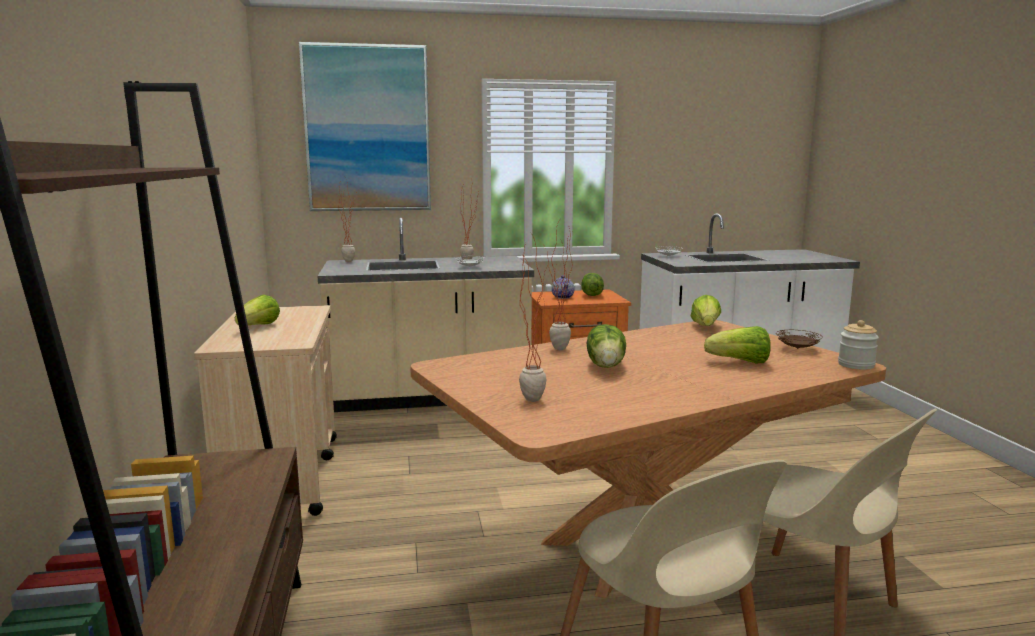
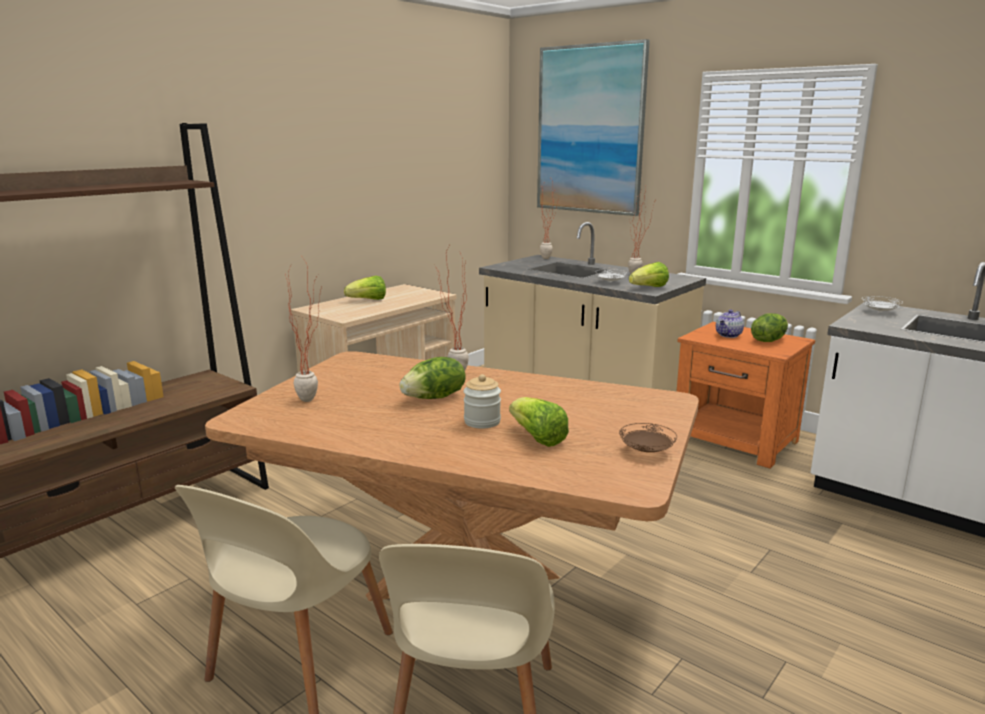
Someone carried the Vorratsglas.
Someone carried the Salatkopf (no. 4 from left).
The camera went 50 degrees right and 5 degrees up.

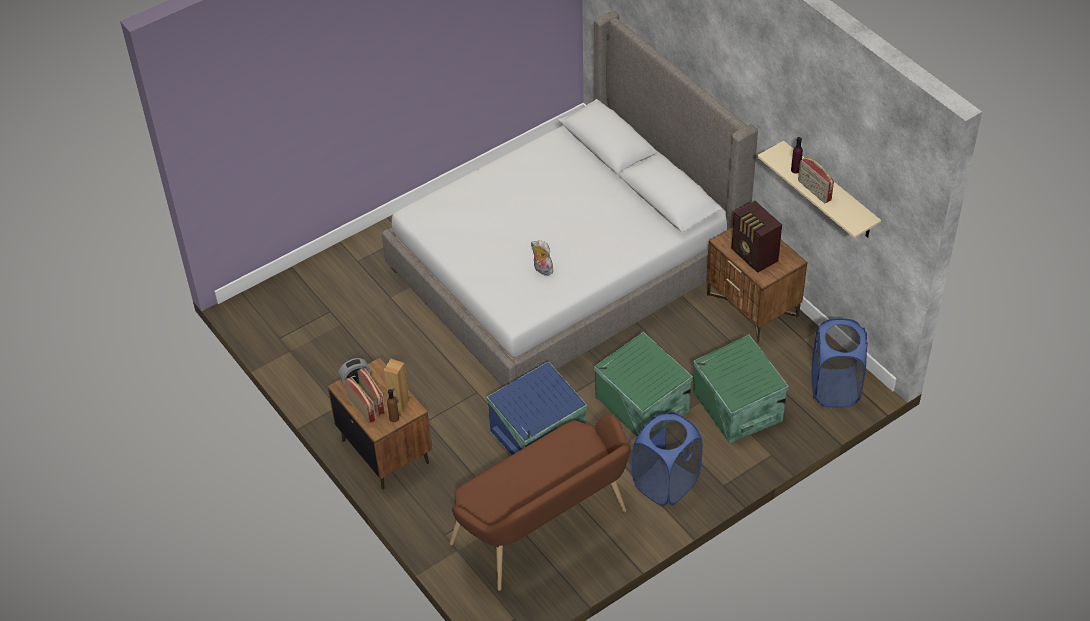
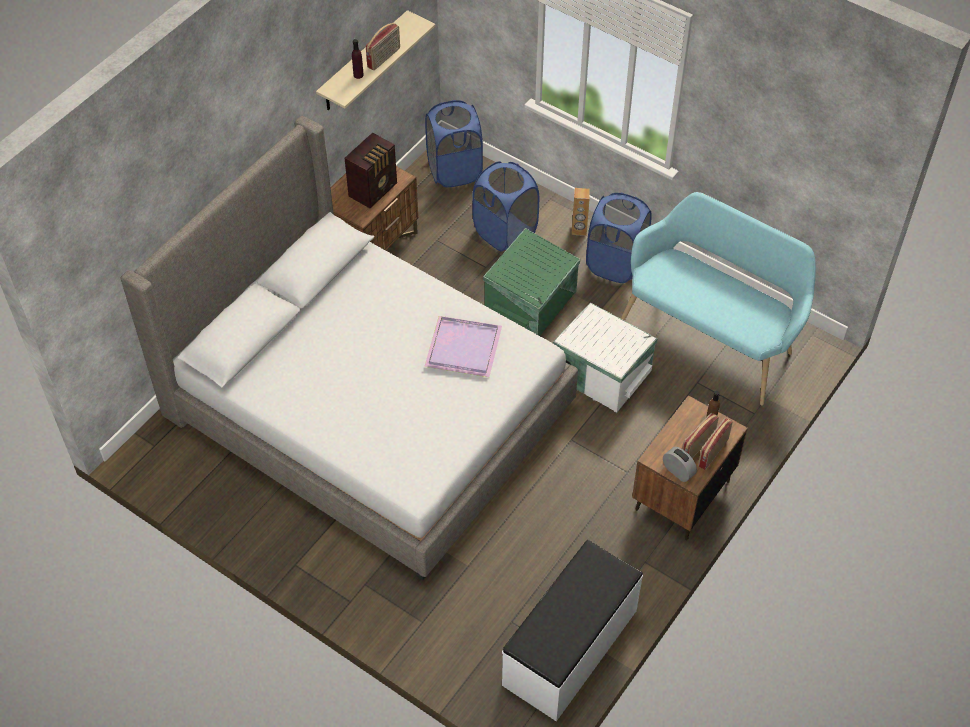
Someone swapped the Plüschtier for the Tablett/lila.
Someone swapped the Aufbewahrungsbox/grün (no. 2 from left) for the Wäschekorb/blau (no. 2 from left).
Someone put down the Bank/weiß.
Someone repainted the Aufbewahrungsbox/blau, which became the Aufbewahrungsbox/weiß.
Someone carried the Lautsprecher/braun.
Someone repainted the Bank/braun, which became the Bank/türkis.
The camera went 110 degrees left and 5 degrees up.

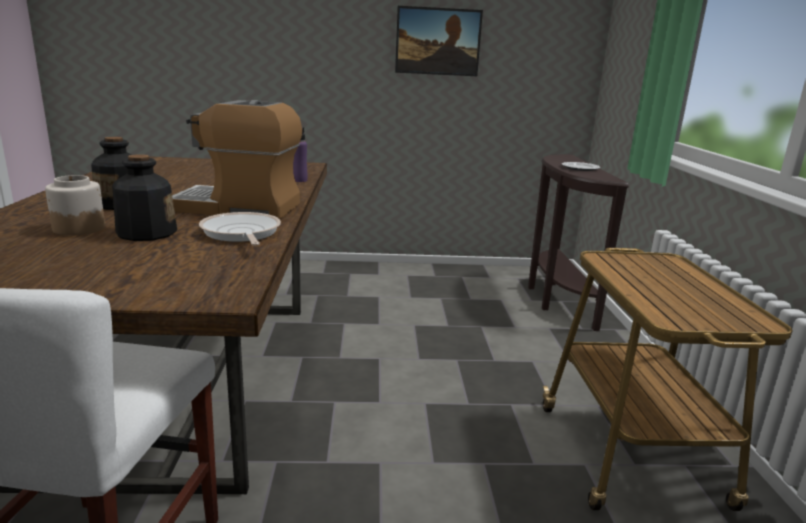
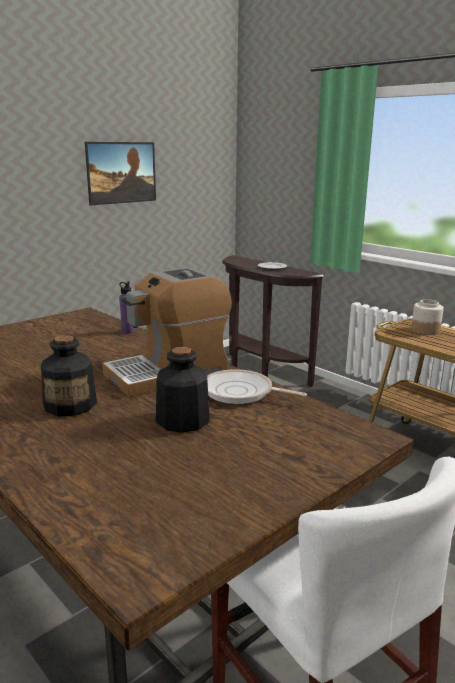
Someone carried the Vorratsglas.
The camera went 40 degrees left and 0 degrees up.

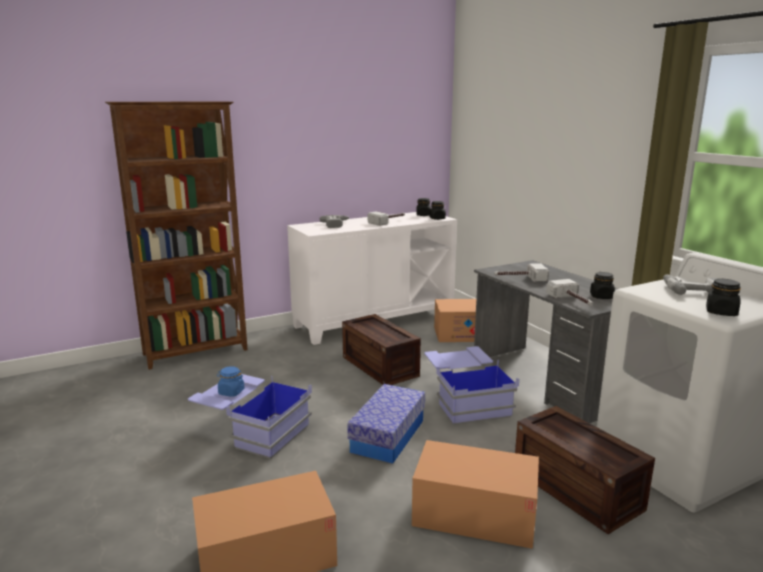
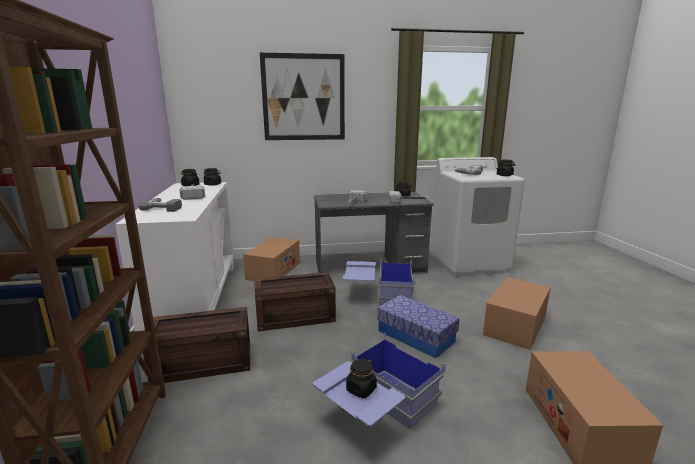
Someone carried the Kiste (no. 2 from left in the first image).
Someone put up the Bild.
Someone repainted the Vorratsglas/blau, which became the Vorratsglas/schwarz (no. 3 from left).
The camera went 70 degrees left and 0 degrees up.

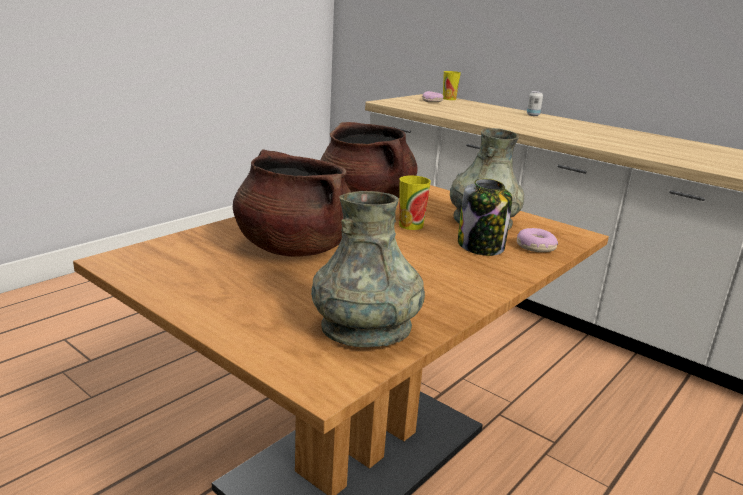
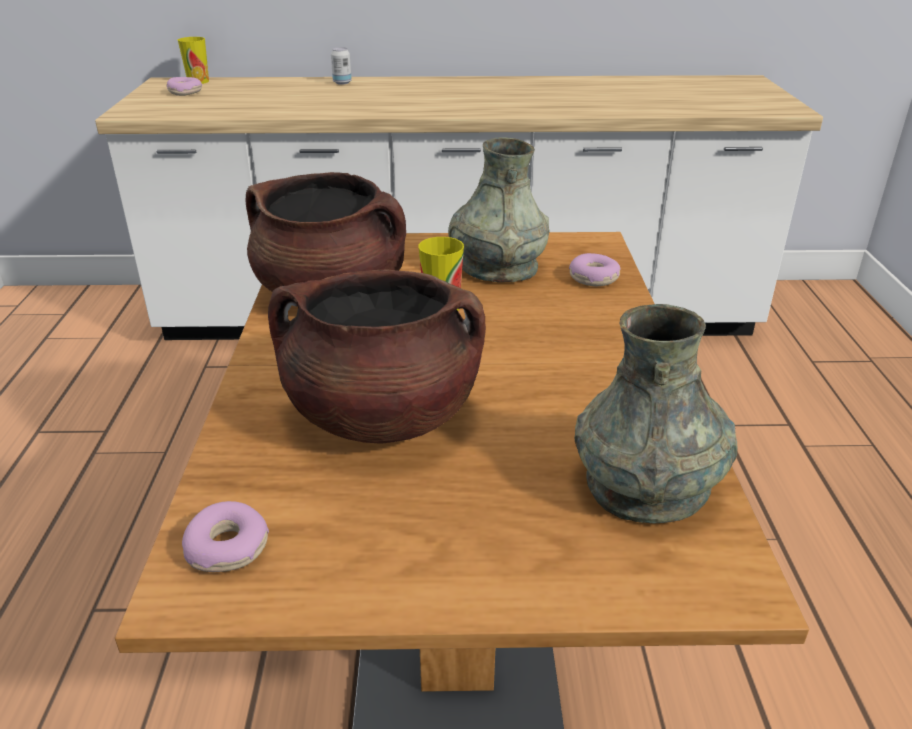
Someone put down the Donut (no. 2 from left).
Someone took away the Vorratsglas.
The camera went 40 degrees left and 10 degrees up.

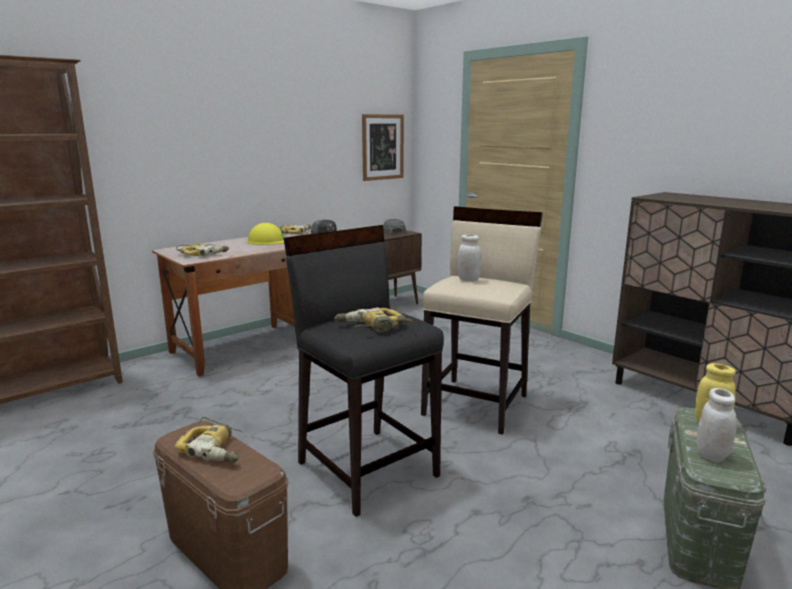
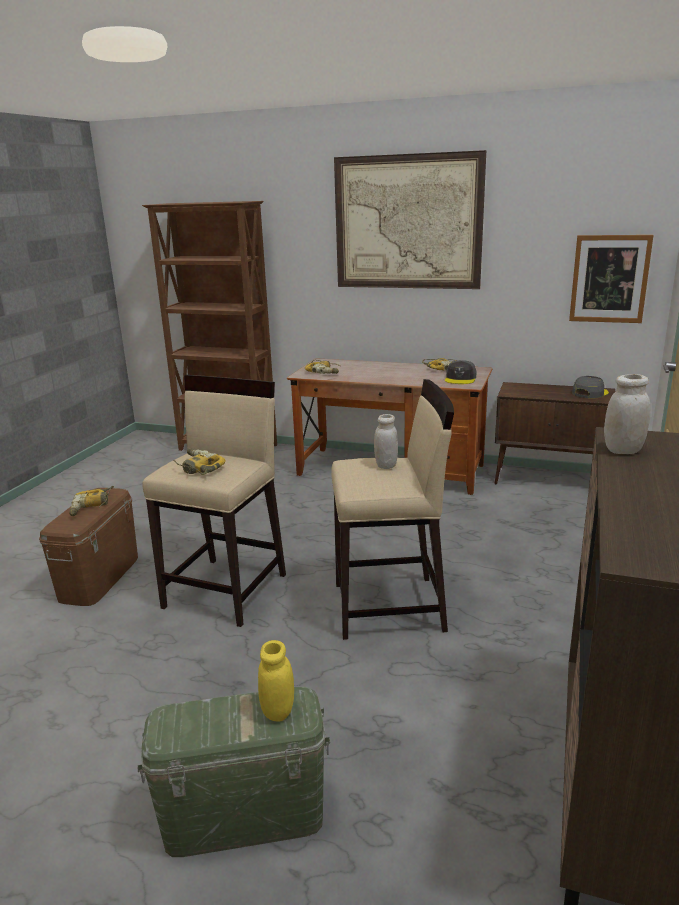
Someone repainted the Hocker/schwarz, which became the Hocker/beige (no. 1 from left).
Someone put up the Bild (no. 1 from left).
Someone carried the Vorratsglas/weiß (no. 2 from left).
Someone took away the Schutzhelm/gelb.
The camera went 60 degrees right and 5 degrees up.

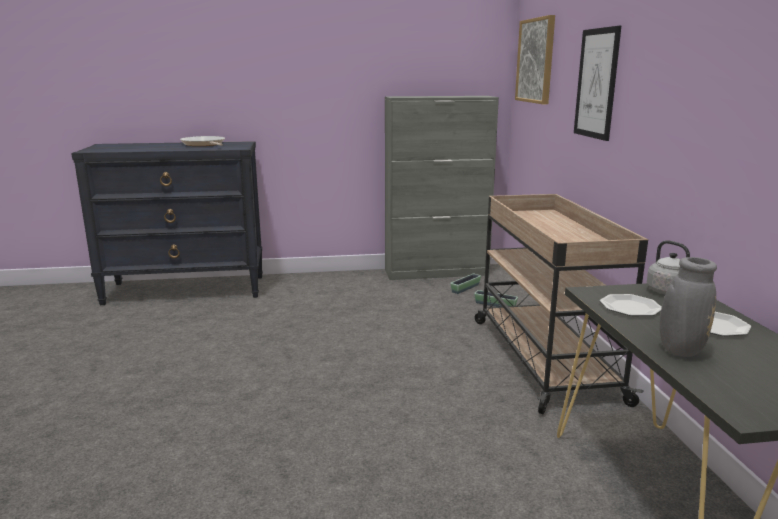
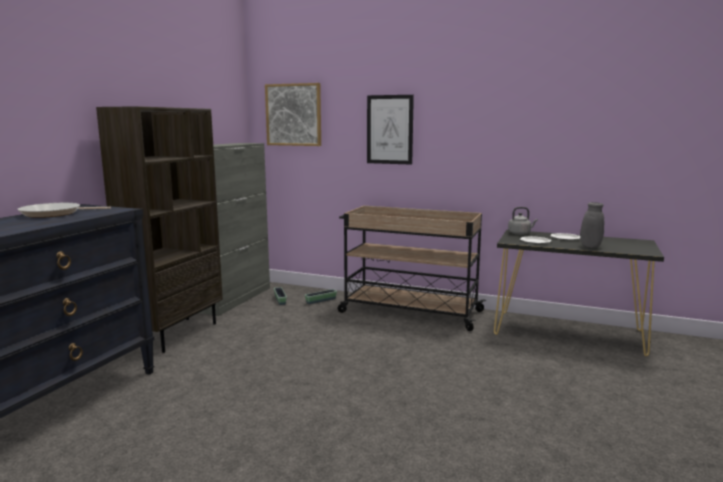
Someone put down the Bücherregal/braun.
The camera went 60 degrees left and 5 degrees down.

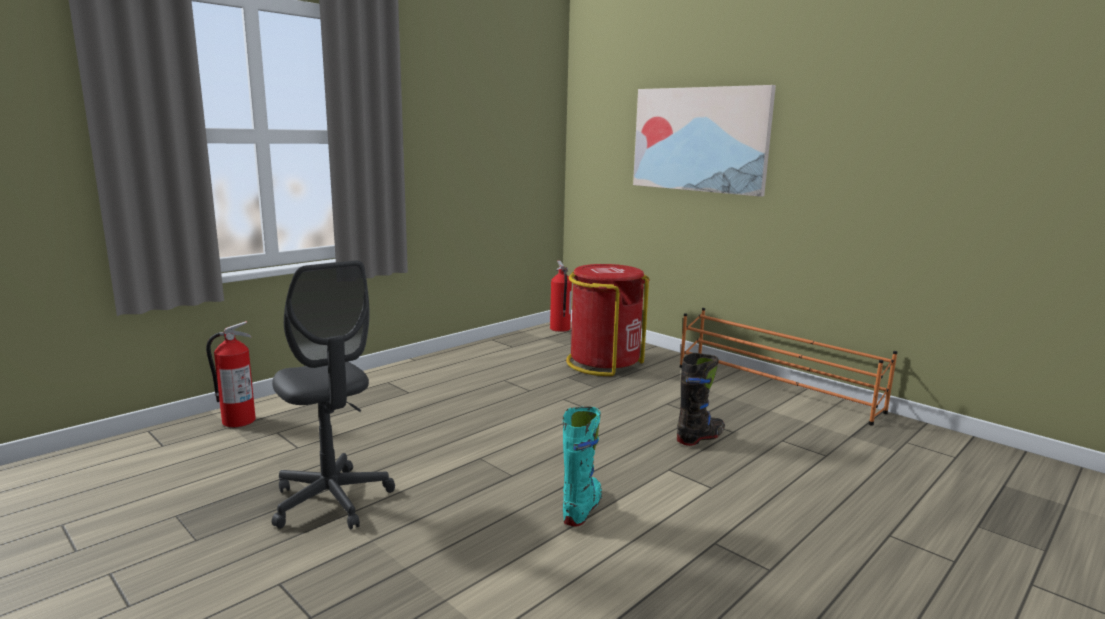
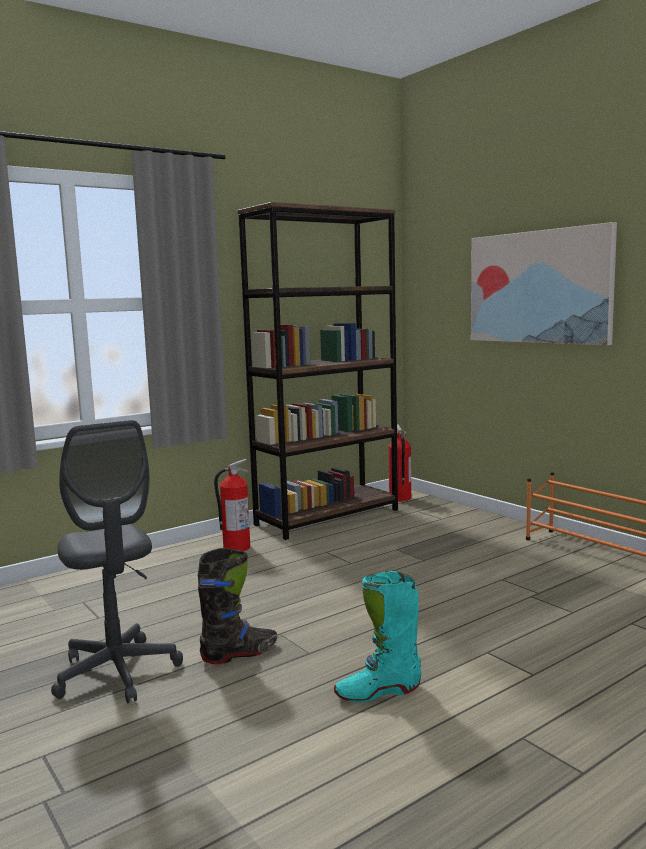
Someone carried the Stiefel/schwarz.
Someone carried the Feuerlöscher (no. 1 from left).
Someone put down the Bücherregal/braun.
Someone rotated the Stiefel/türkis by 135 degrees counterclockwise.
Someone took away the Mülleimer/rot.
The camera went 10 degrees right and 5 degrees down.

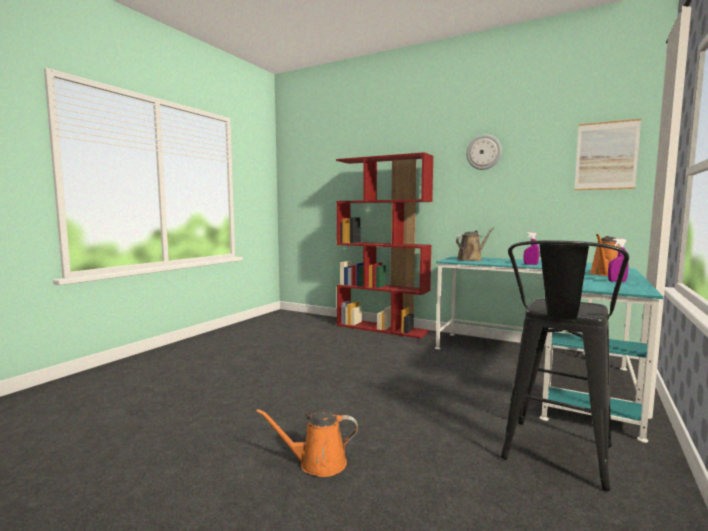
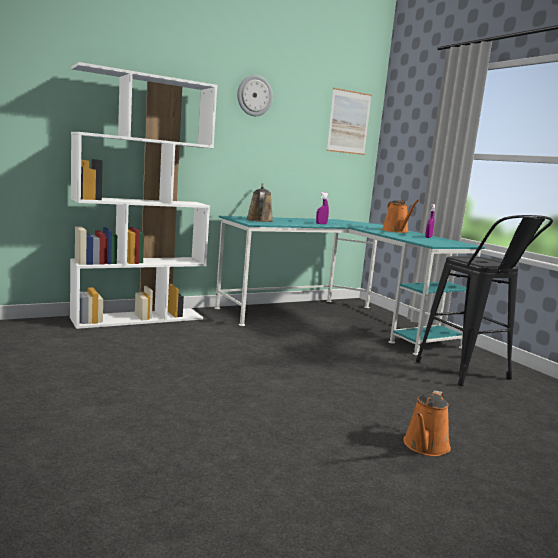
Someone repainted the Bücherregal/rot, which became the Bücherregal/weiß.
The camera went 60 degrees left and 5 degrees up.

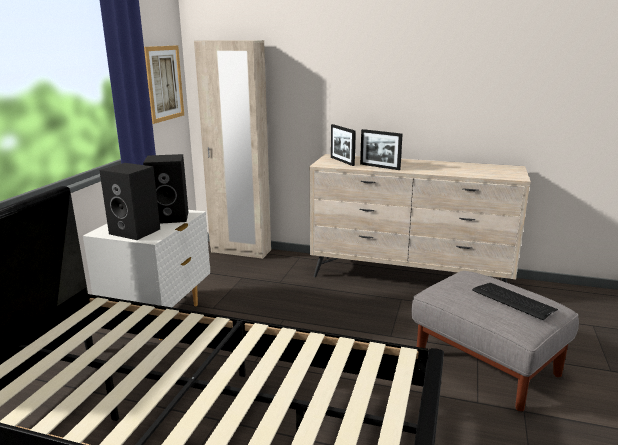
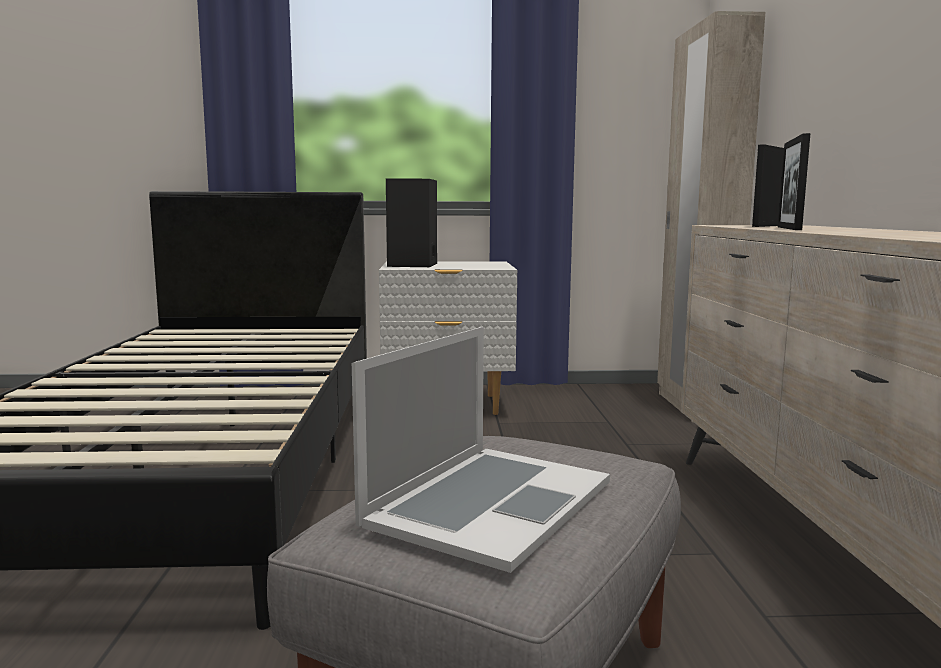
Someone swapped the Tastatur for the Laptop.
Someone took away the Lautsprecher/schwarz (no. 2 from left).
Someone took away the Bild.
The camera went 70 degrees right and 10 degrees down.

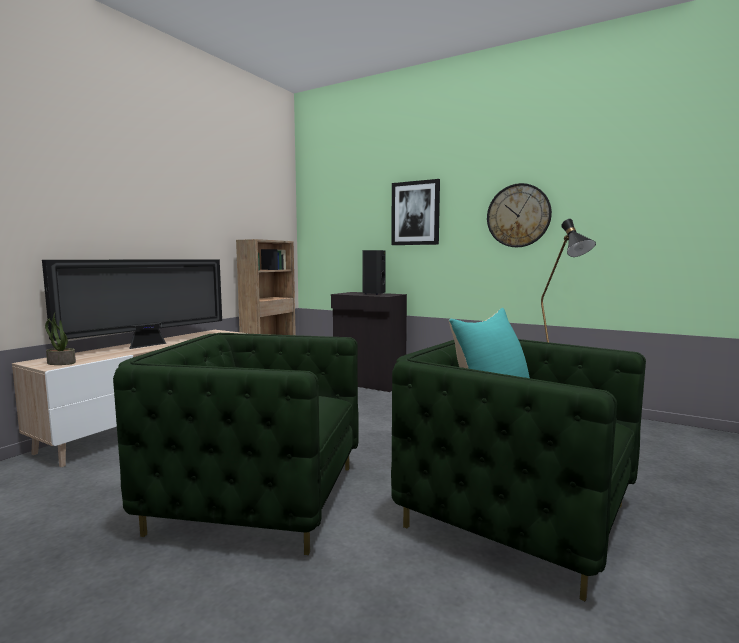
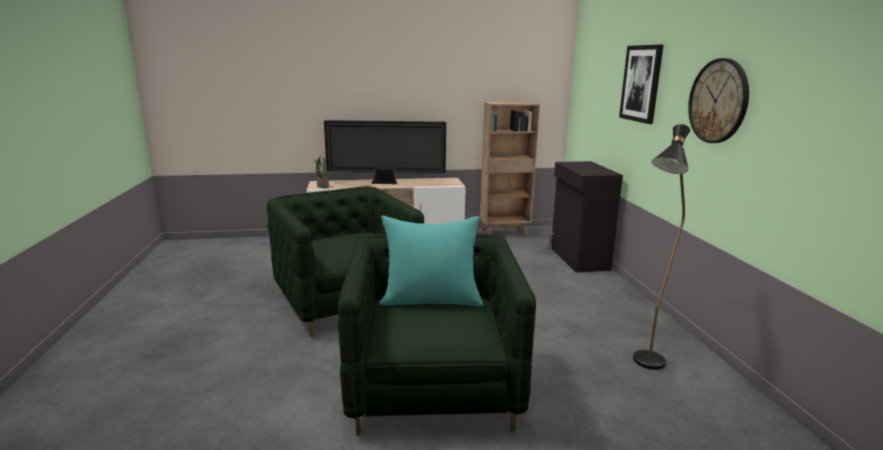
Someone took away the Lautsprecher/schwarz.
The camera went 50 degrees right and 10 degrees up.

